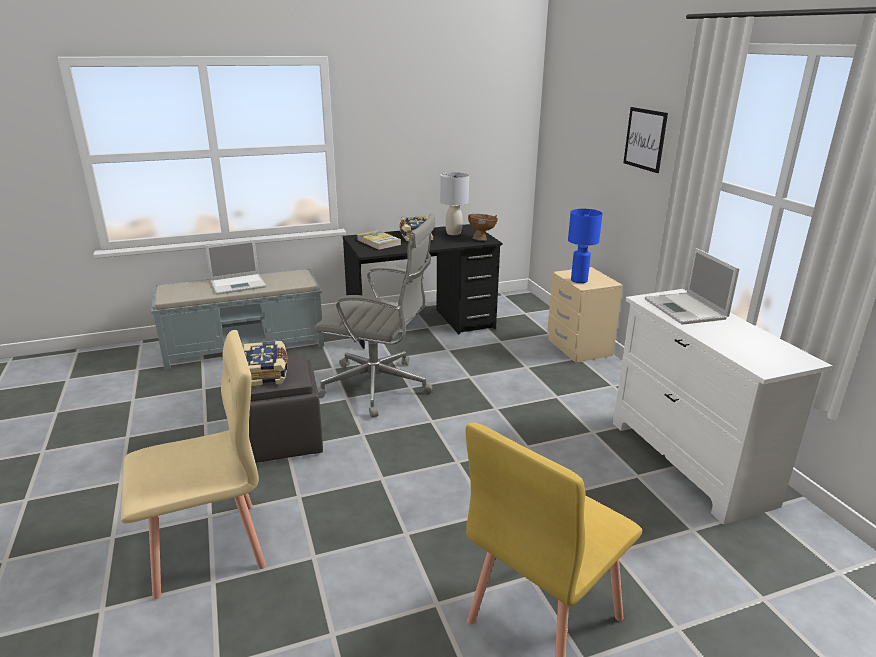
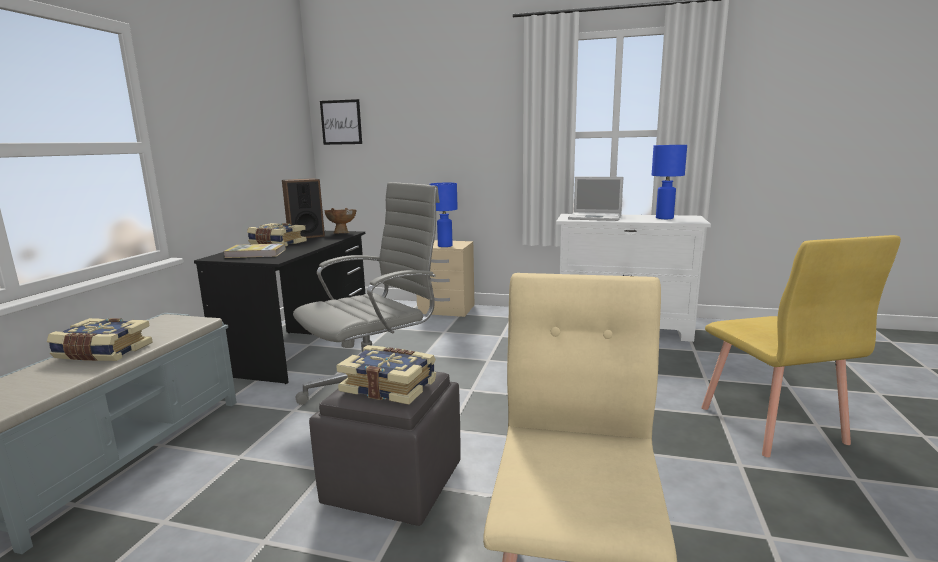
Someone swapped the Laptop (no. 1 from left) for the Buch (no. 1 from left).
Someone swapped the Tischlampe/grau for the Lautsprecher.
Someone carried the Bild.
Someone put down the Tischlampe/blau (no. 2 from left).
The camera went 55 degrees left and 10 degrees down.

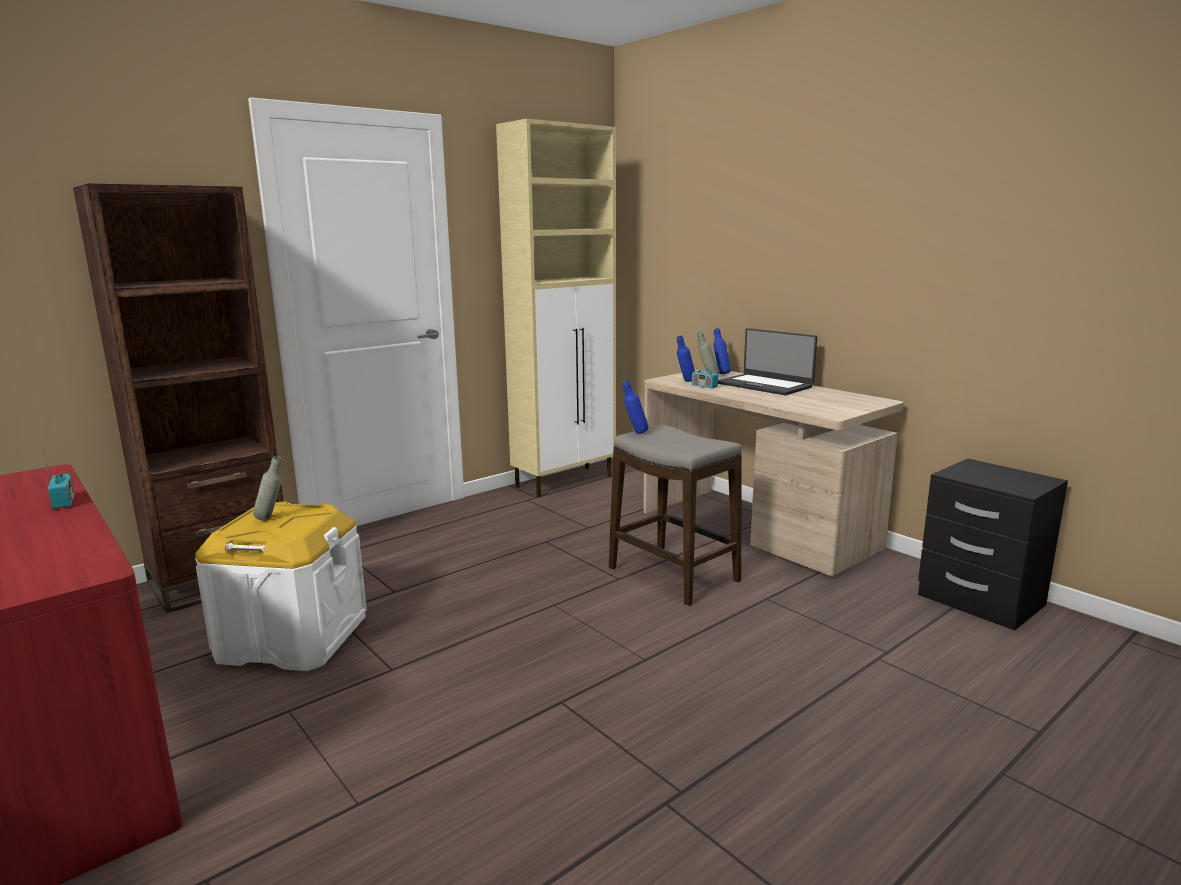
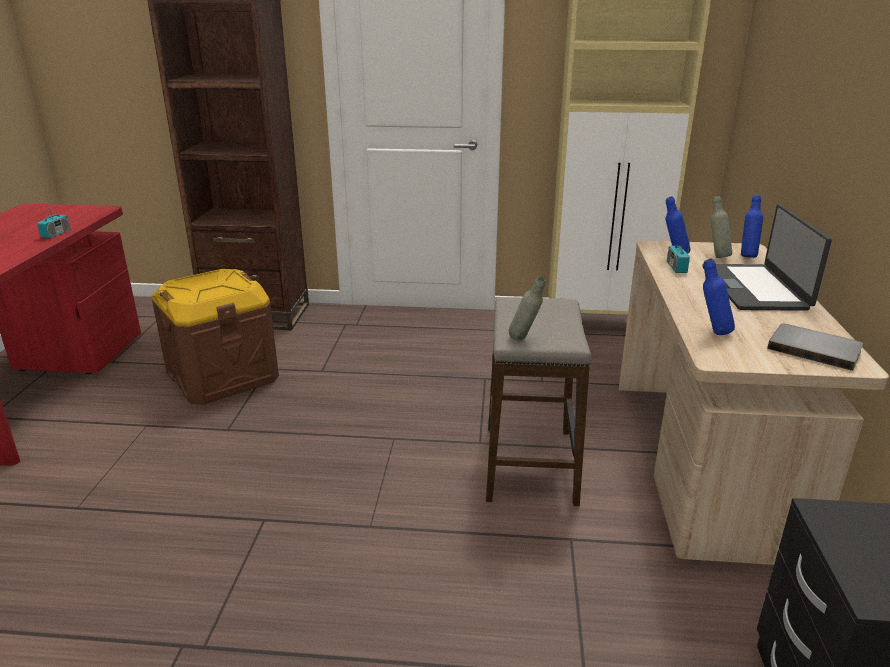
Someone repainted the Aufbewahrungsbox/weiß, which became the Aufbewahrungsbox/braun.
Someone carried the Flasche/grau (no. 1 from left).
Someone carried the Flasche/blau (no. 1 from left in the first image).
Someone put down the Buch/grau.
The camera went 45 degrees right and 10 degrees up.

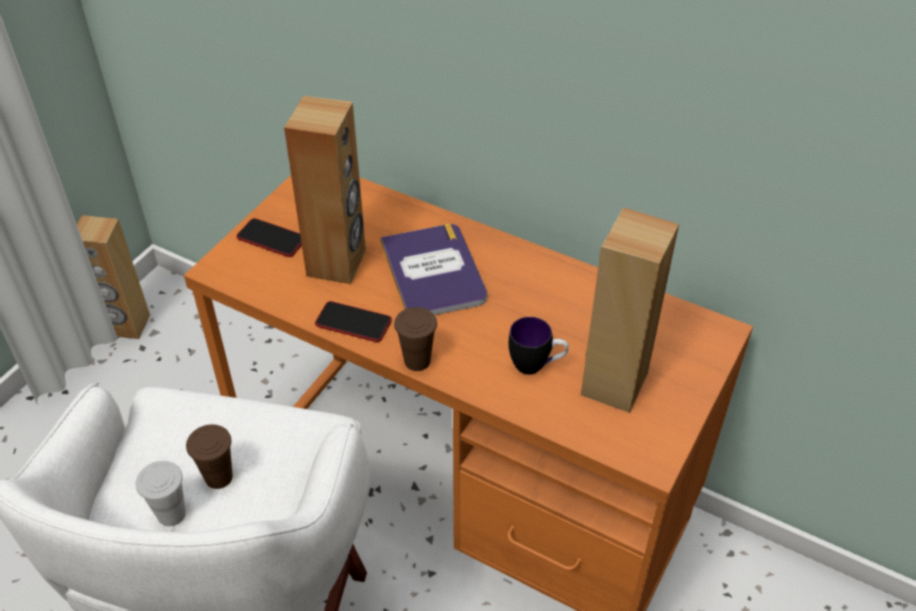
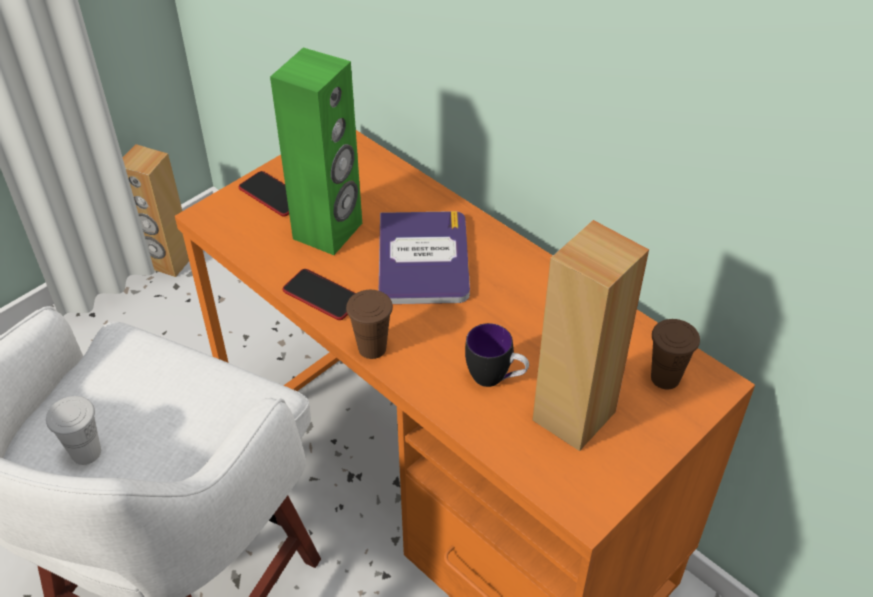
Someone repainted the Lautsprecher/braun (no. 2 from left), which became the Lautsprecher/grün.
Someone carried the Tasse/braun (no. 1 from left in the first image).
The camera went 15 degrees right and 0 degrees up.

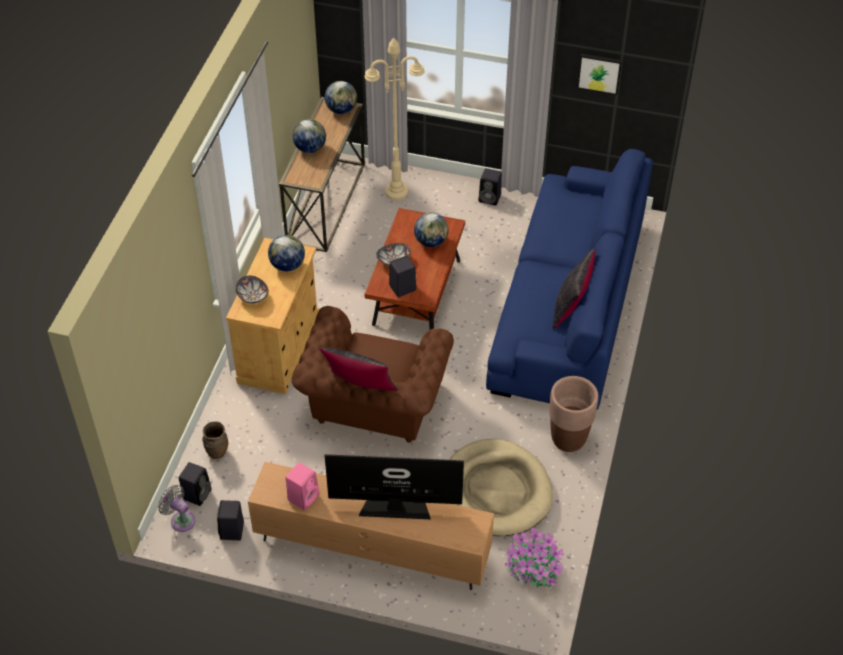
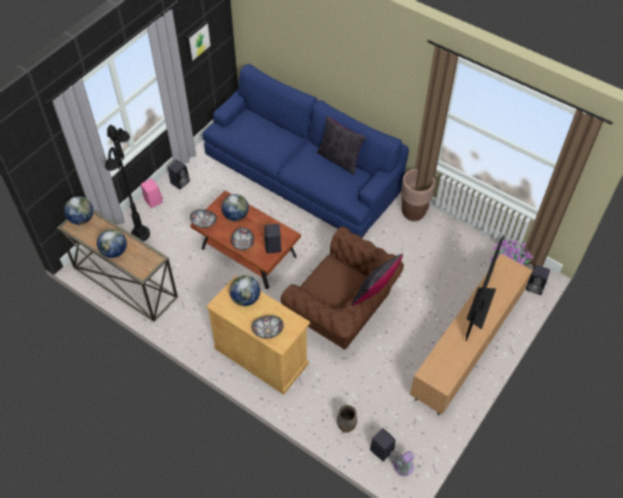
Someone repainted the Stehlampe/beige, which became the Stehlampe/schwarz.
Someone carried the Lautsprecher/rosa.
Someone put down the Schüssel (no. 1 from left).
Someone carried the Lautsprecher/schwarz (no. 2 from left in the first image).
Someone took away the Hundebett/beige.
The camera went 70 degrees left and 5 degrees up.

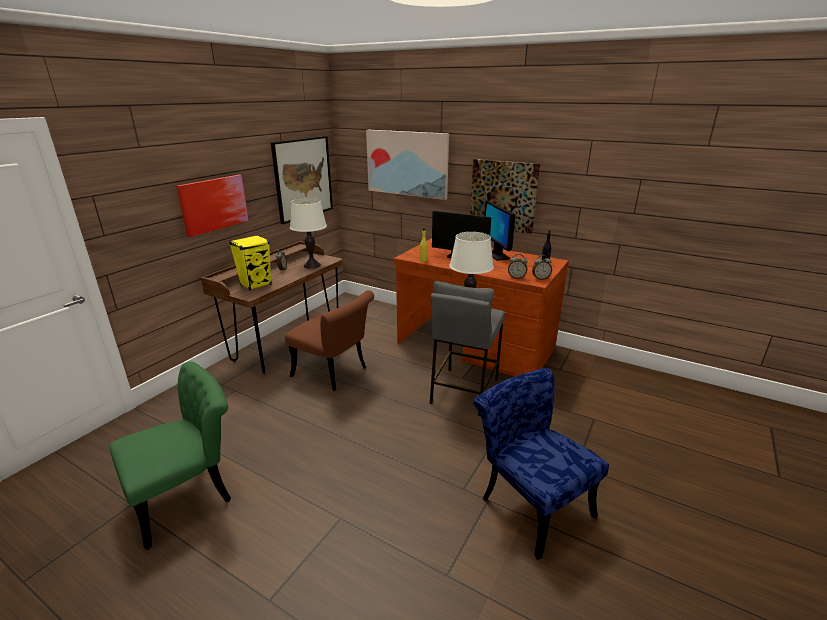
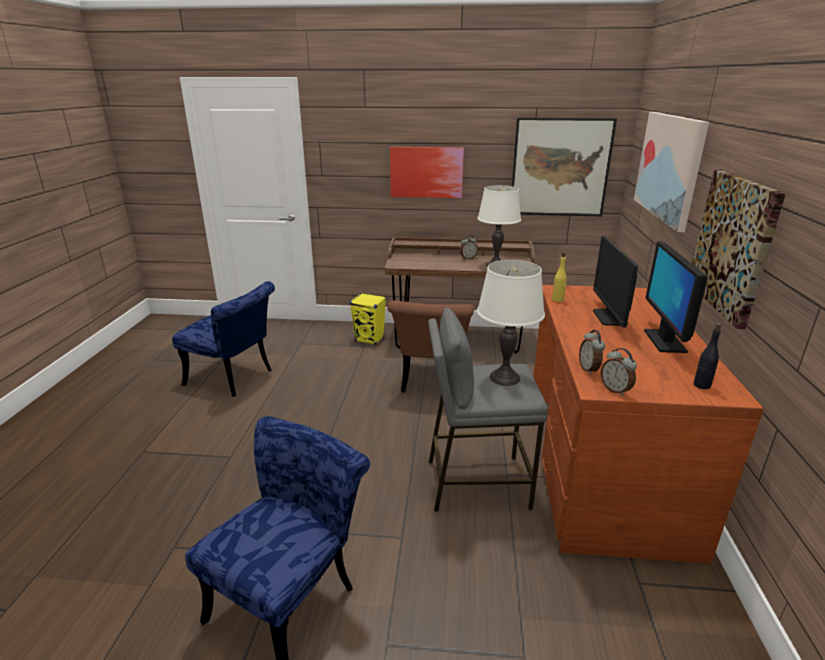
Someone repainted the Stuhl/grün, which became the Stuhl/blau (no. 1 from left).
Someone carried the Lautsprecher/gelb.
Someone rotated the Monitor (no. 2 from left) by 45 degrees counterclockwise.
The camera went 65 degrees right and 0 degrees up.

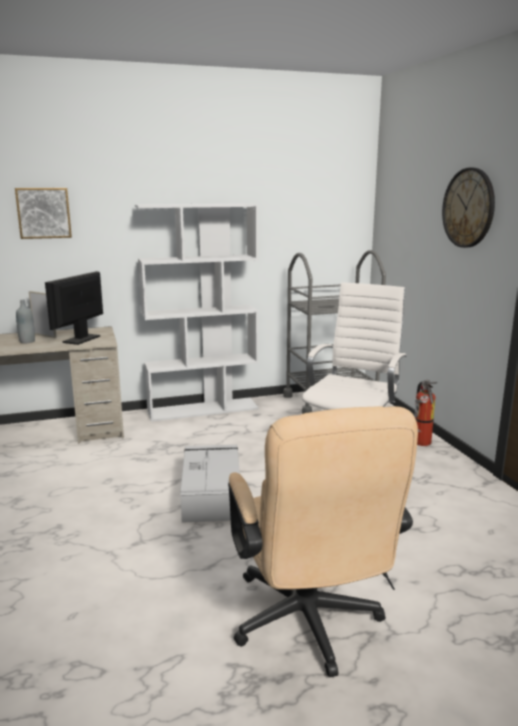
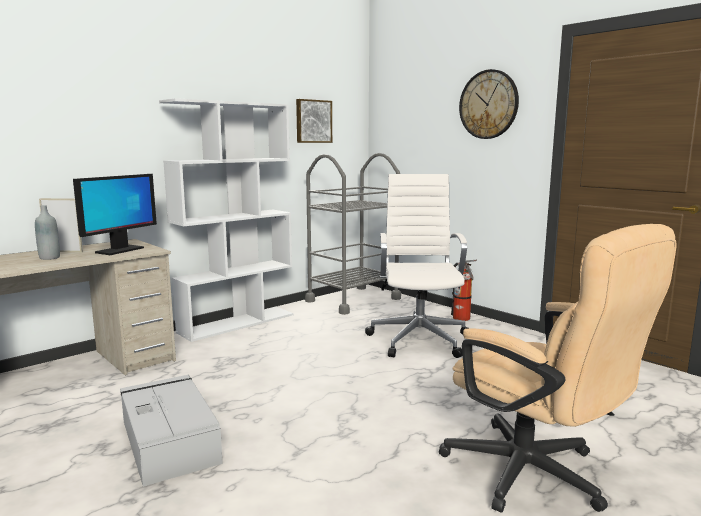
Someone rotated the Monitor by 150 degrees counterclockwise.
Someone carried the Aufbewahrungsbox/grau.
Someone carried the Bild.
The camera went 25 degrees left and 5 degrees down.

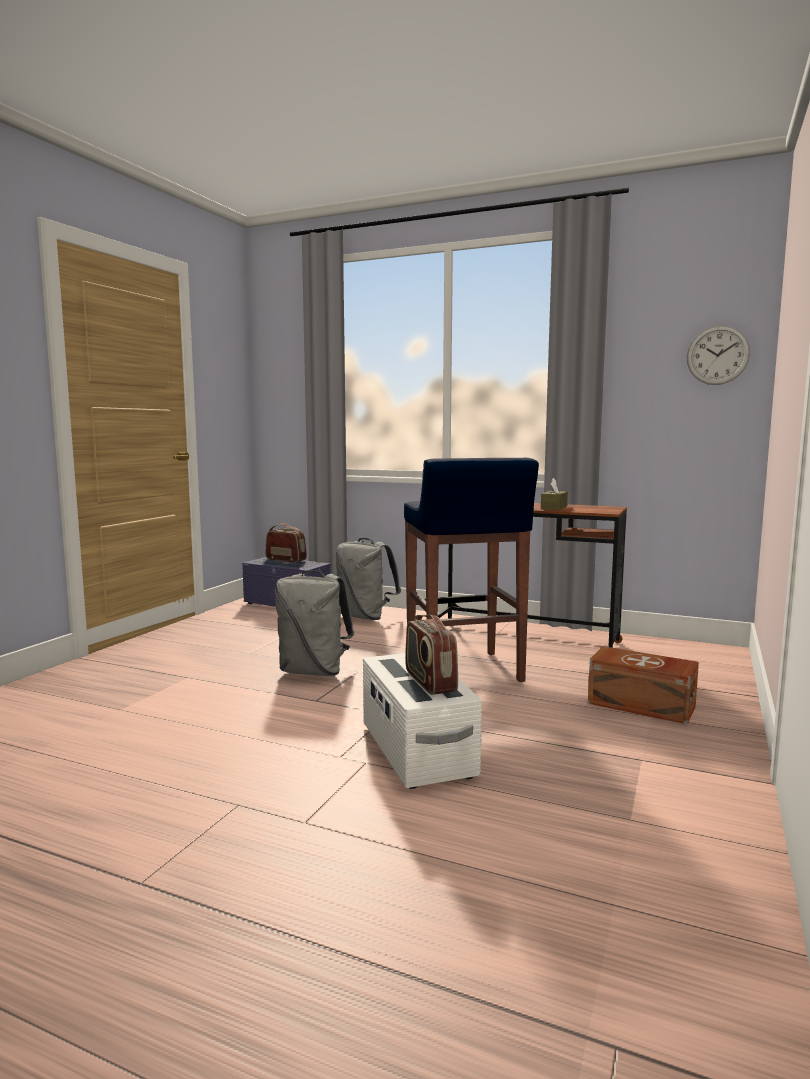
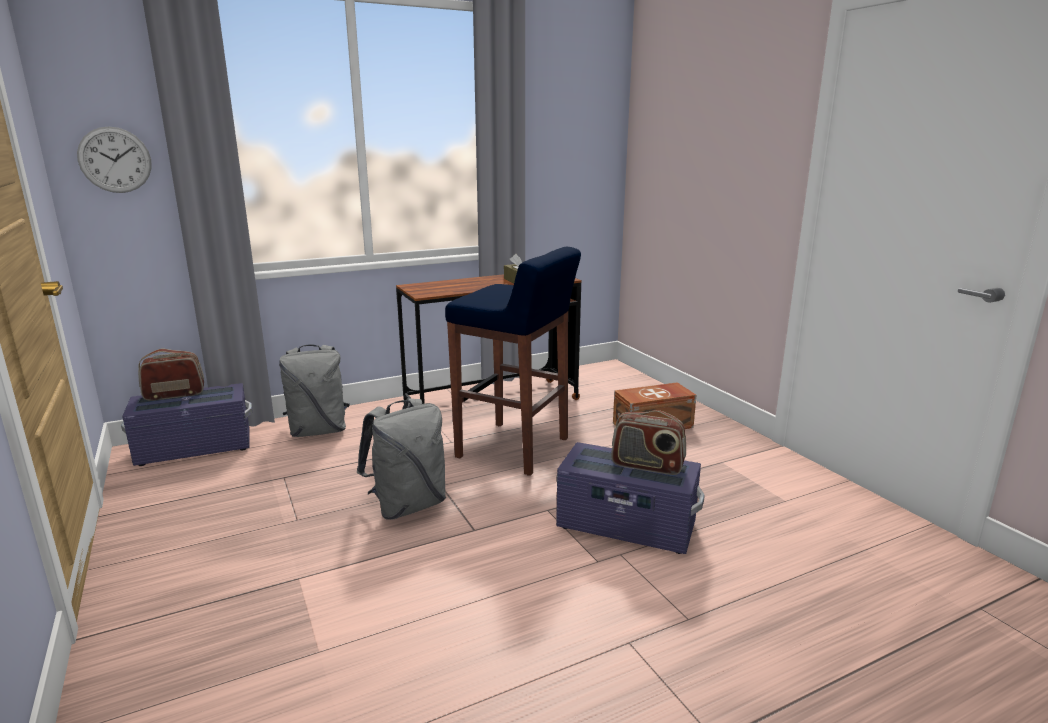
Someone carried the Wanduhr.
Someone repainted the Aufbewahrungsbox/weiß, which became the Aufbewahrungsbox/lila (no. 2 from left).
The camera went 50 degrees left and 10 degrees up.

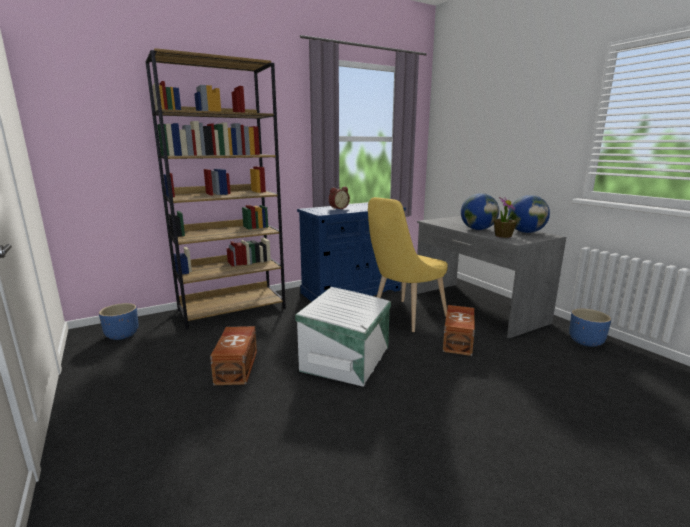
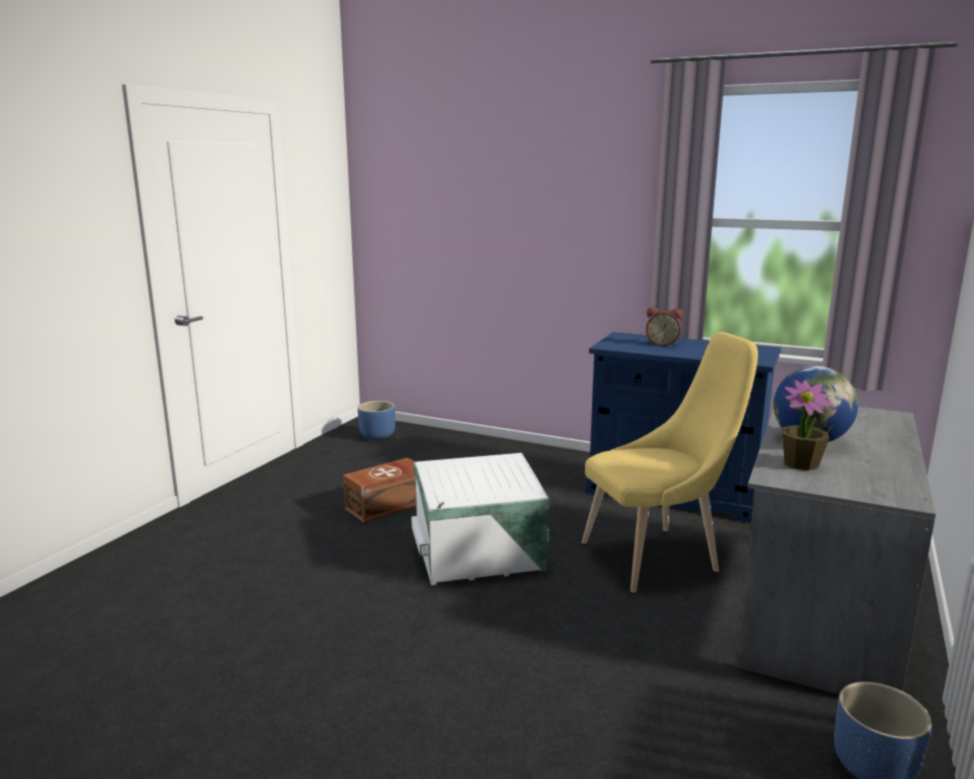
Someone rotated the Stuhl/gelb by 150 degrees clockwise.
Someone took away the Bücherregal/braun.
Someone took away the Aufbewahrungsbox/braun (no. 2 from left).
Someone took away the Globus (no. 2 from left).
The camera went 55 degrees right and 0 degrees up.

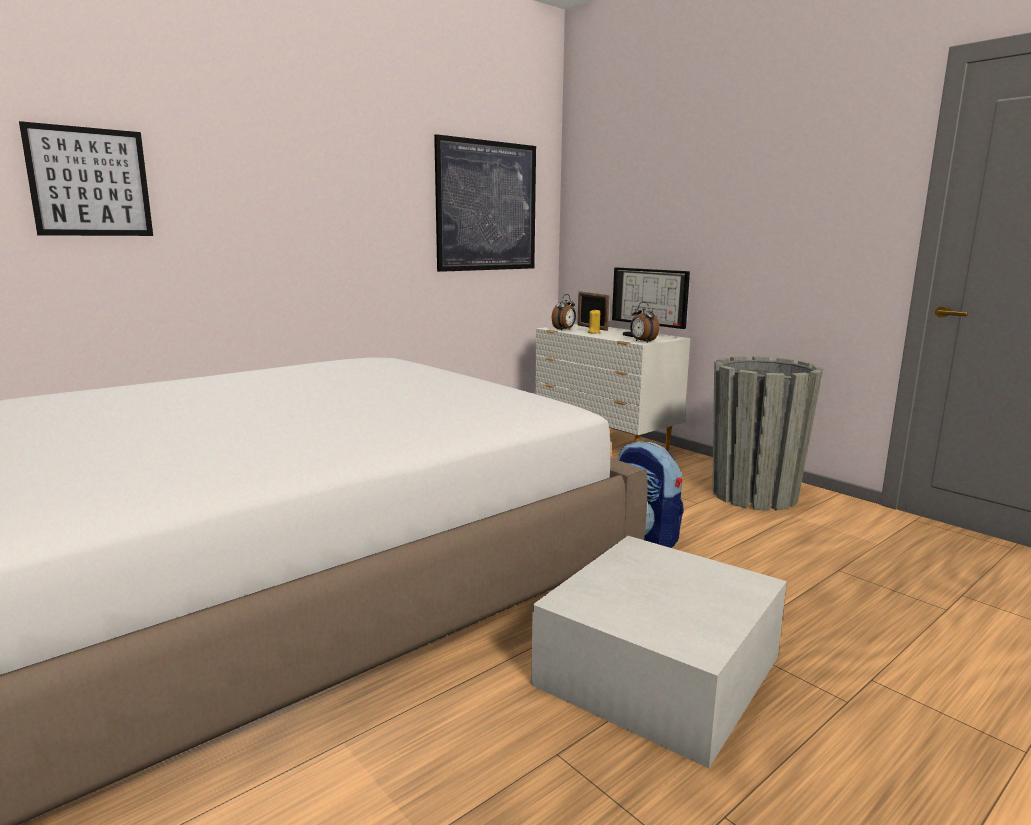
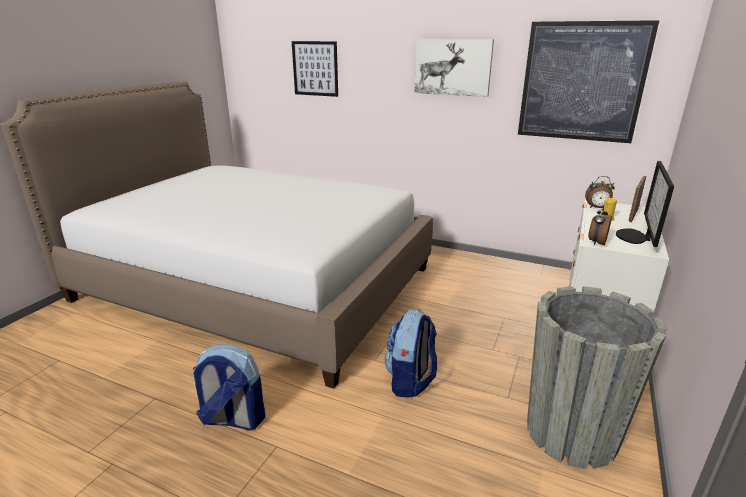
Someone swapped the Aufbewahrungsbox/weiß for the Rucksack (no. 1 from left).
Someone put up the Bild (no. 2 from left).
The camera went 65 degrees right and 10 degrees up.

